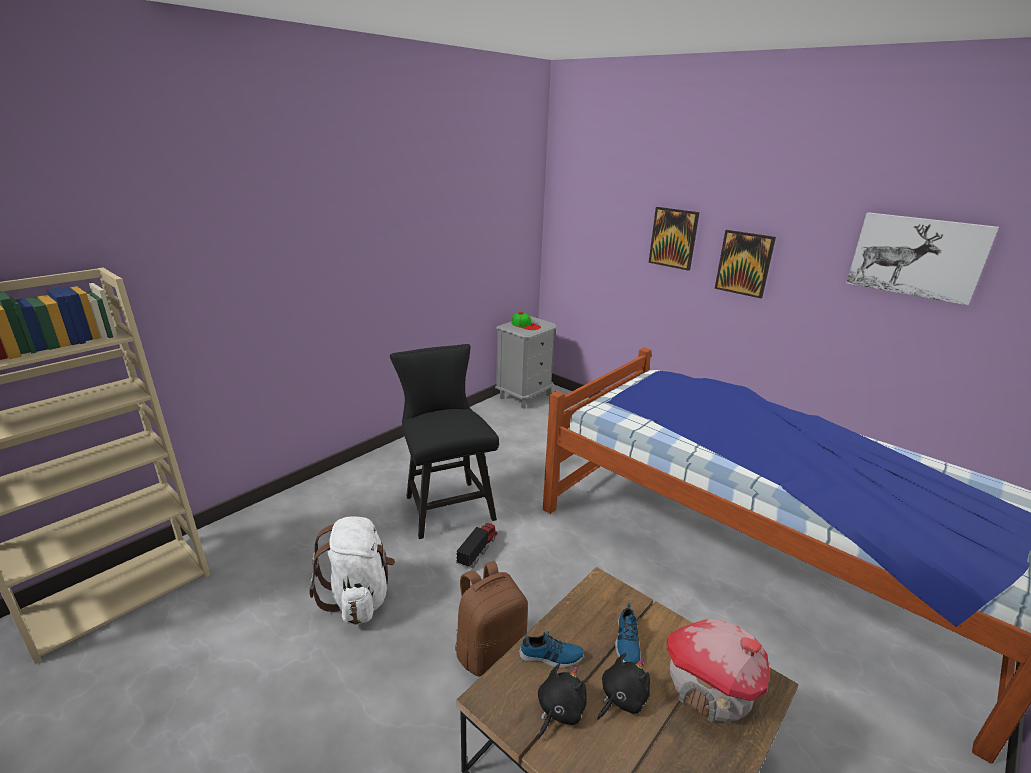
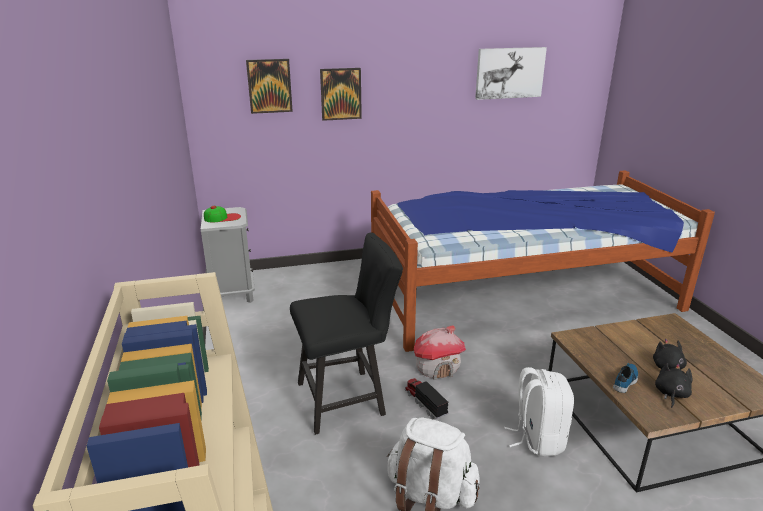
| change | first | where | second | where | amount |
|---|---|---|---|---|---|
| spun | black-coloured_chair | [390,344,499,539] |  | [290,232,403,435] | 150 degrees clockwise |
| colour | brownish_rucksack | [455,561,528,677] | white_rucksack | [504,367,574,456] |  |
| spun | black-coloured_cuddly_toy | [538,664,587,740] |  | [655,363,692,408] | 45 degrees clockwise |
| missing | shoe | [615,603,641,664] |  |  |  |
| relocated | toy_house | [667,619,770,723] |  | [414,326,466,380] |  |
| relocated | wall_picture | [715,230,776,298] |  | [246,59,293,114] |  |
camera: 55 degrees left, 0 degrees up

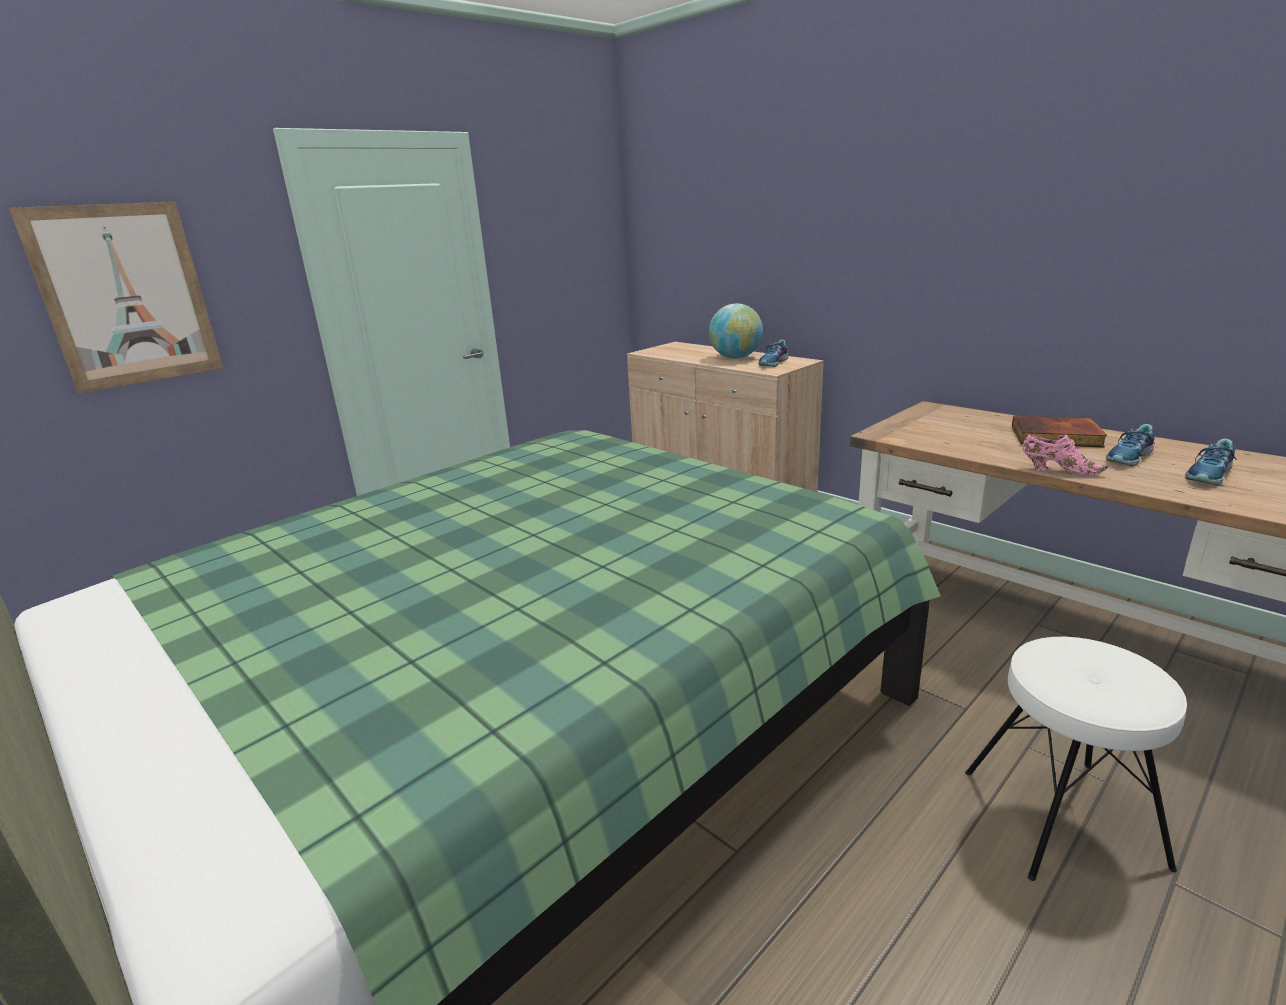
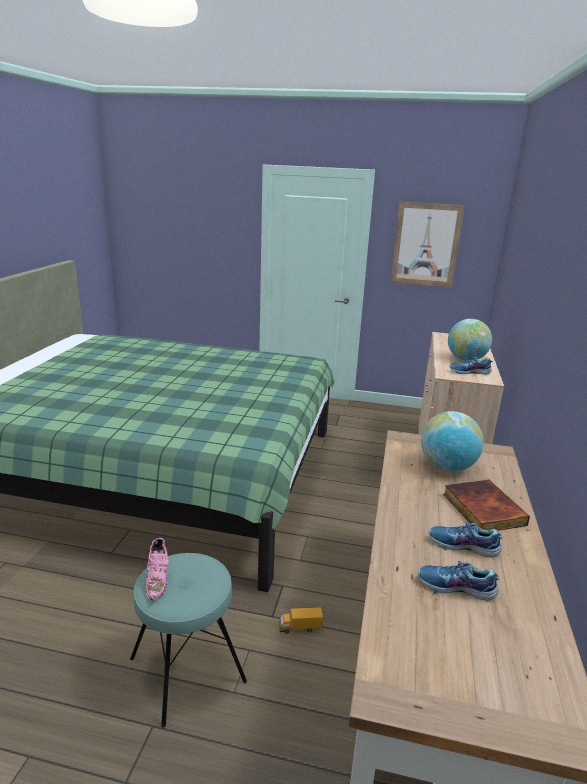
| change | first | where | second | where | amount |
|---|---|---|---|---|---|
| relocated | wall_picture | [9,202,223,394] |  | [391,202,465,288] |  |
| colour | white_sitting_stool | [965,637,1187,881] | blue-green_sitting_stool | [130,553,247,728] |  |
| relocated | pinkish_shoe | [1022,434,1108,476] |  | [145,538,169,601] |  |
| appeared |  |  | toy_lorry | [279,607,323,634] |  |
| appeared |  |  | globe | [421,411,484,472] |  |
camera: 55 degrees right, 0 degrees up

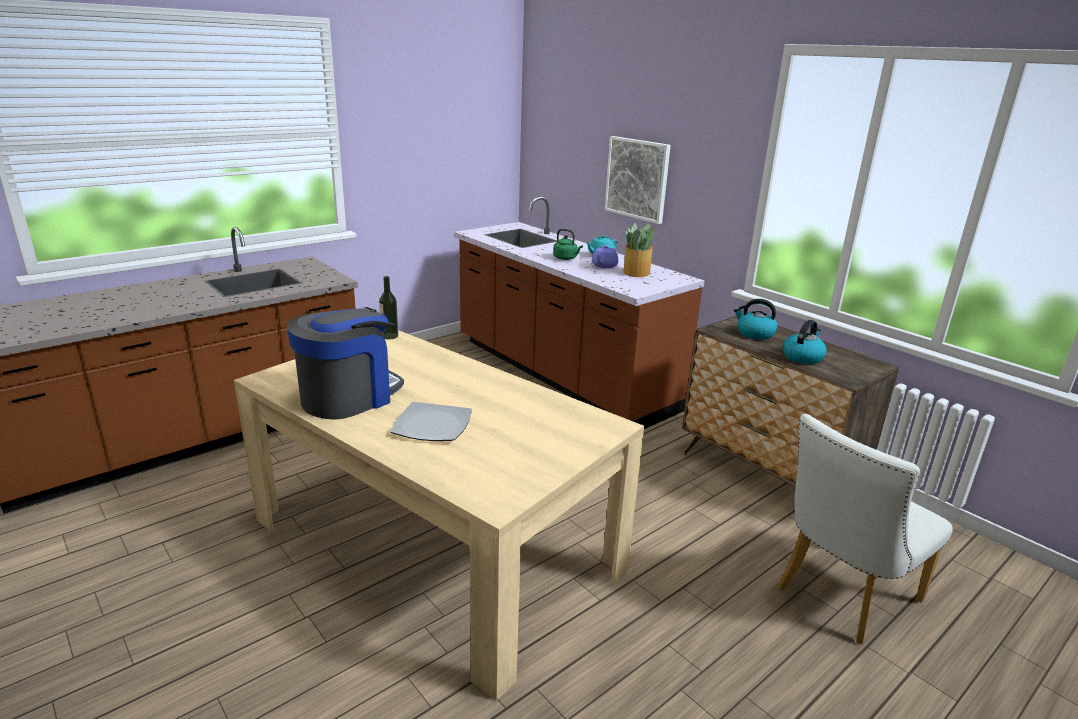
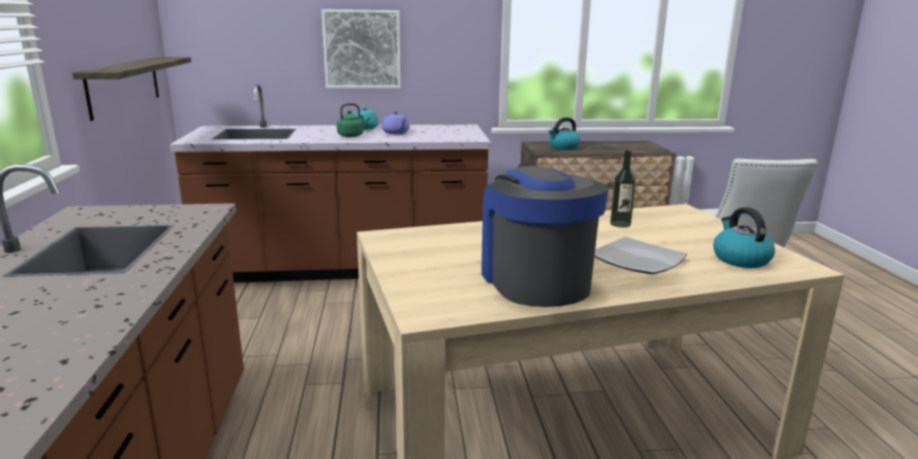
| change | first | where | second | where | amount |
|---|---|---|---|---|---|
| relocated | drink_bottle | [379,276,398,339] |  | [610,150,636,228] |  |
| missing | houseplant | [624,223,655,277] |  |  |  |
| relocated | tea_kettle | [783,320,827,364] |  | [713,207,775,268] |  |
| appeared |  |  | shelf | [72,57,191,121] |  |
camera: 55 degrees left, 5 degrees down

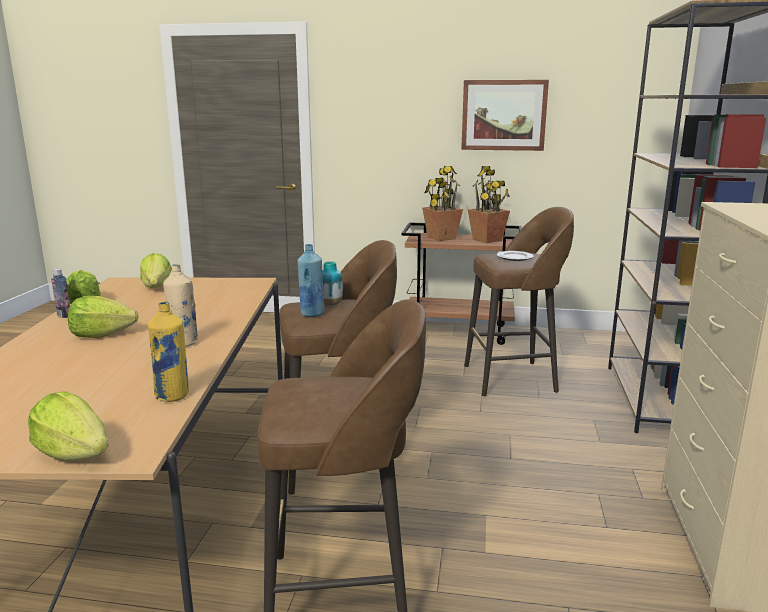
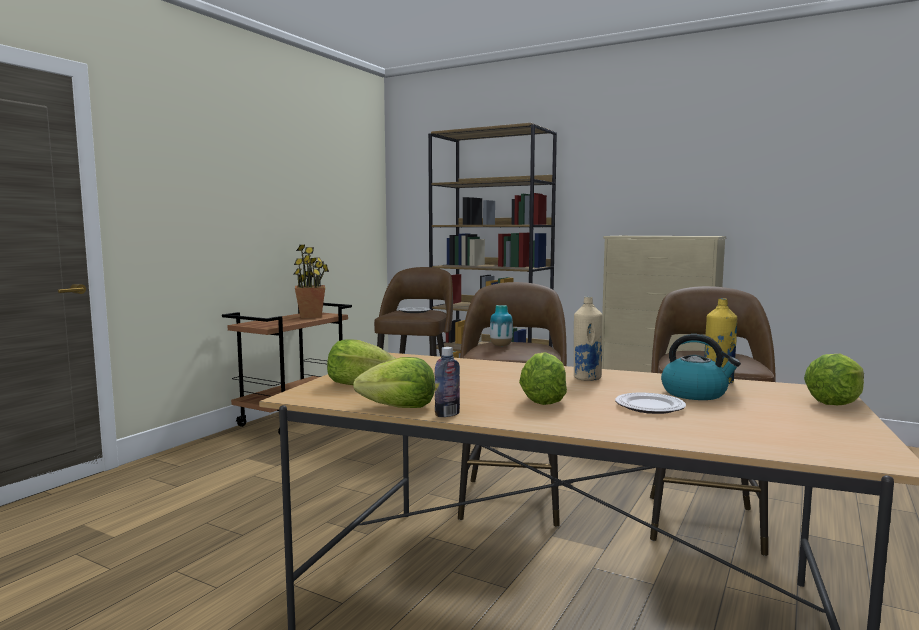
| change | first | where | second | where | amount |
|---|---|---|---|---|---|
| missing | bluish_drink_bottle | [297,244,324,317] |  |  |  |
| missing | houseplant | [422,166,463,241] |  |  |  |
| missing | wall_picture | [461,80,549,151] |  |  |  |
| appeared |  |  | flat_dish | [615,393,686,414] |  |
| appeared |  |  | tea_kettle | [661,334,741,400] |  |
camera: 70 degrees left, 10 degrees down

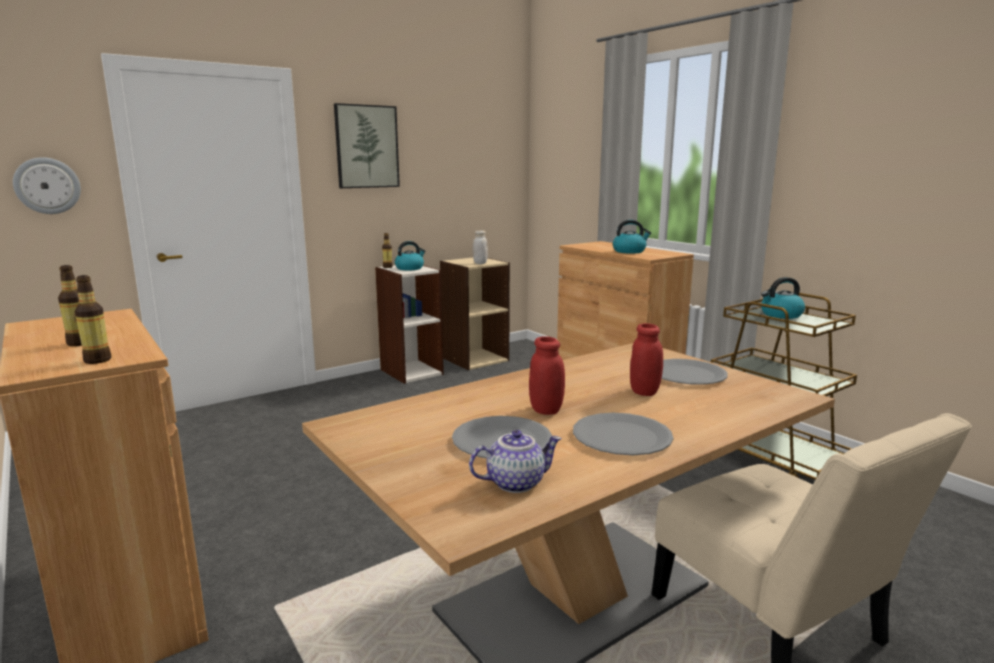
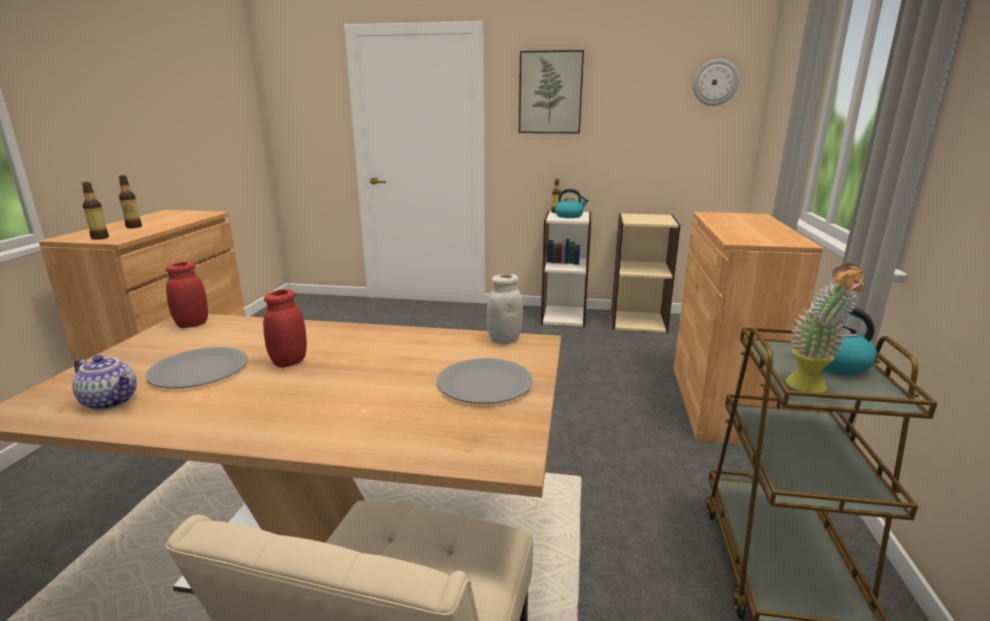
| change | first | where | second | where | amount |
|---|---|---|---|---|---|
| relocated | hanging_clock | [13,157,81,214] |  | [693,59,739,106] |  |
| relocated | white_storage_jar | [472,230,488,264] |  | [487,274,523,344] |  |
| missing | greyish_flat_dish | [573,413,673,455] |  |  |  |
| missing | tea_kettle | [613,220,651,254] |  |  |  |
| relocated | red_storage_jar | [630,323,663,396] |  | [166,262,208,328] |  |
| appeared |  |  | houseplant | [786,263,866,393] |  |
camera: 45 degrees right, 5 degrees up

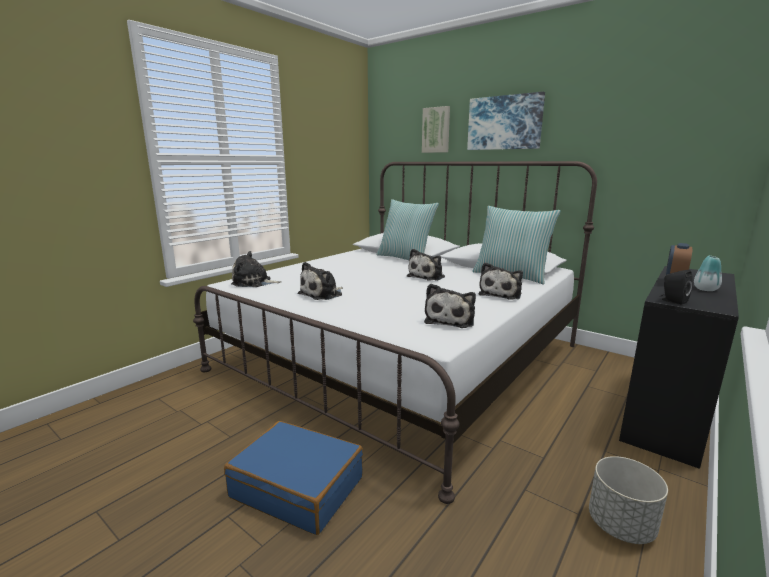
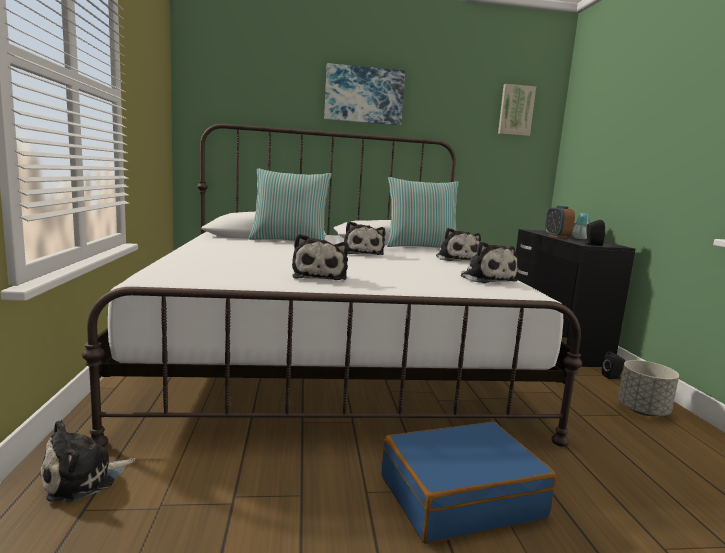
| change | first | where | second | where | amount |
|---|---|---|---|---|---|
| relocated | cuddly_toy | [231,251,281,287] |  | [40,420,136,502] |  |
| relocated | wall_picture | [422,106,450,153] |  | [498,84,536,136] |  |
| appeared |  |  | black-coloured_audio_speaker | [602,351,625,379] |  |
camera: 45 degrees left, 5 degrees down

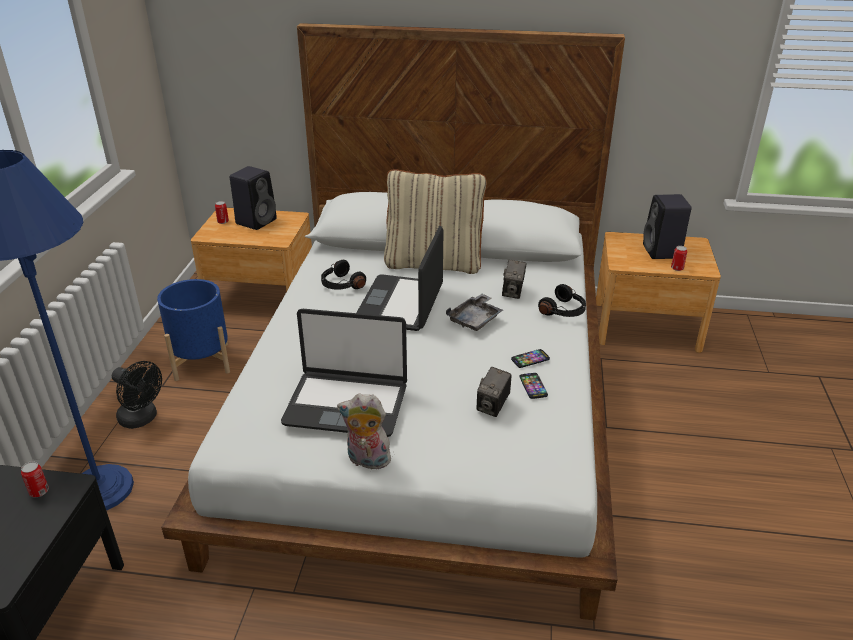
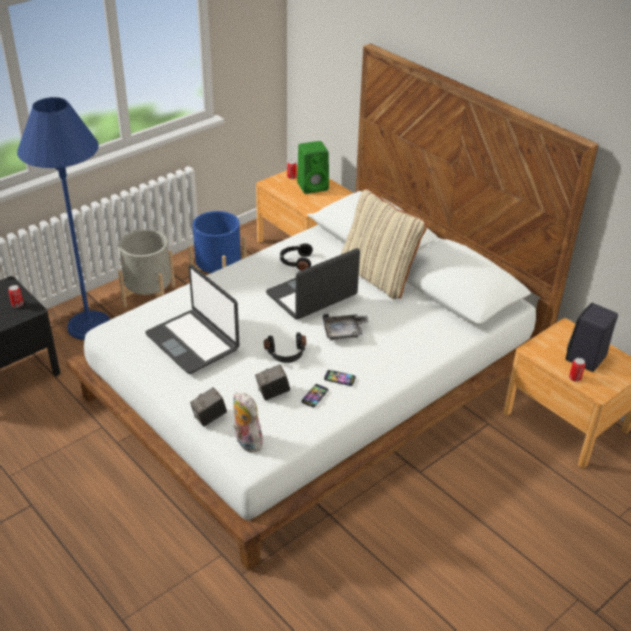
| change | first | where | second | where | amount |
|---|---|---|---|---|---|
| exchanged | black-coloured_fan | [112,361,162,429] | greyish_plant_pot | [118,230,175,307] |  |
| colour | black-coloured_audio_speaker | [230,166,277,230] | green-coloured_audio_speaker | [297,141,329,194] |  |
| relocated | cuddly_toy | [337,394,393,469] |  | [233,393,263,452] |  |
| relocated | still_camera | [502,260,527,299] |  | [190,387,227,427] |  |
| relocated | black-coloured_pair_of_headphones | [538,284,586,317] |  | [264,332,306,363] |  |
camera: 40 degrees right, 5 degrees up

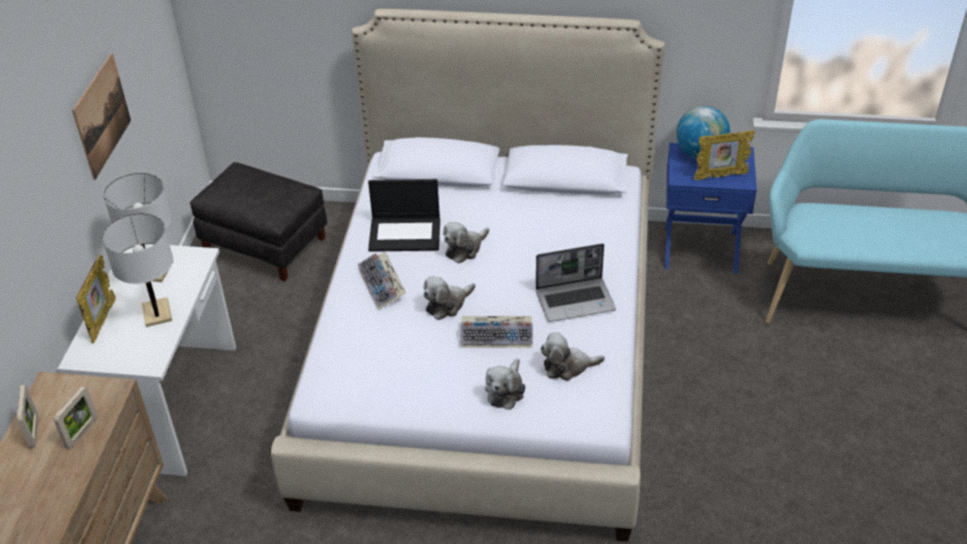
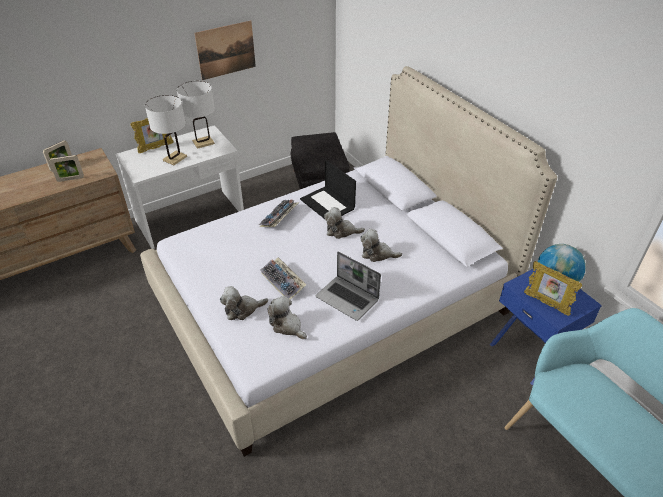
| change | first | where | second | where | amount |
|---|---|---|---|---|---|
| relocated | cuddly_toy | [423,276,475,320] |  | [361,229,402,262] |  |
camera: 50 degrees right, 0 degrees up

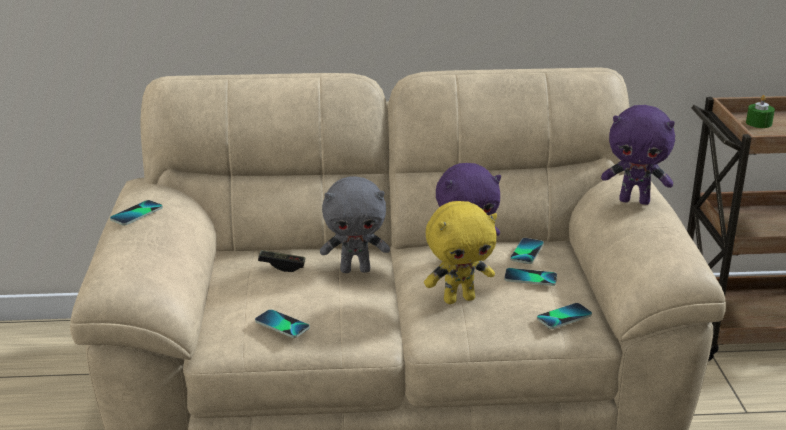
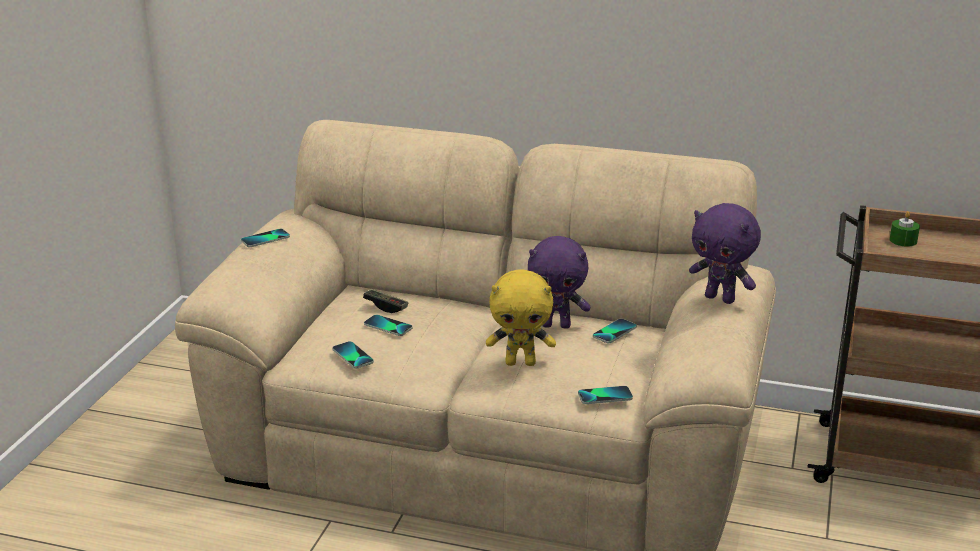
| change | first | where | second | where | amount |
|---|---|---|---|---|---|
| missing | greyish_cuddly_toy | [320,176,390,273] |  |  |  |
| relocated | phone | [504,268,557,286] |  | [364,315,413,336] |  |
camera: 20 degrees right, 0 degrees up

